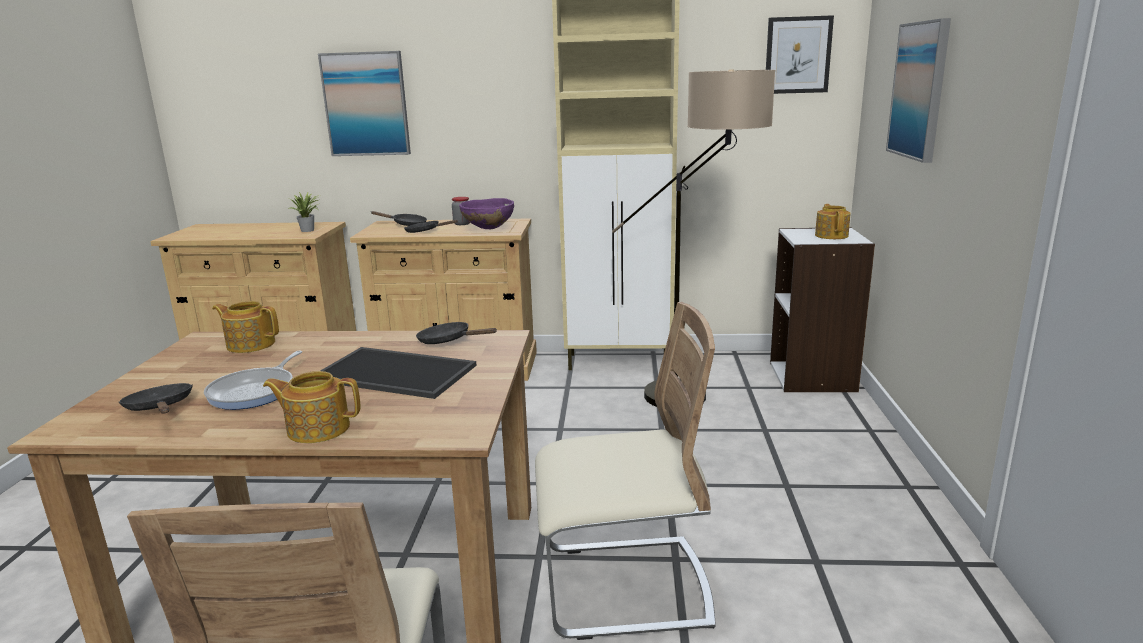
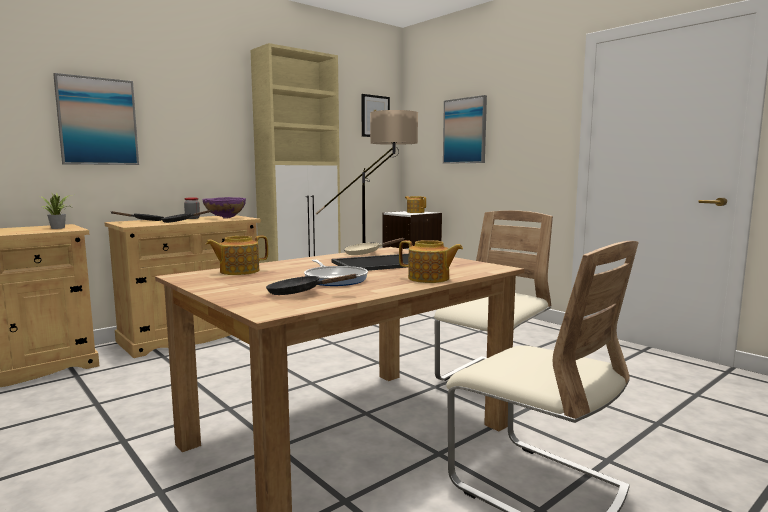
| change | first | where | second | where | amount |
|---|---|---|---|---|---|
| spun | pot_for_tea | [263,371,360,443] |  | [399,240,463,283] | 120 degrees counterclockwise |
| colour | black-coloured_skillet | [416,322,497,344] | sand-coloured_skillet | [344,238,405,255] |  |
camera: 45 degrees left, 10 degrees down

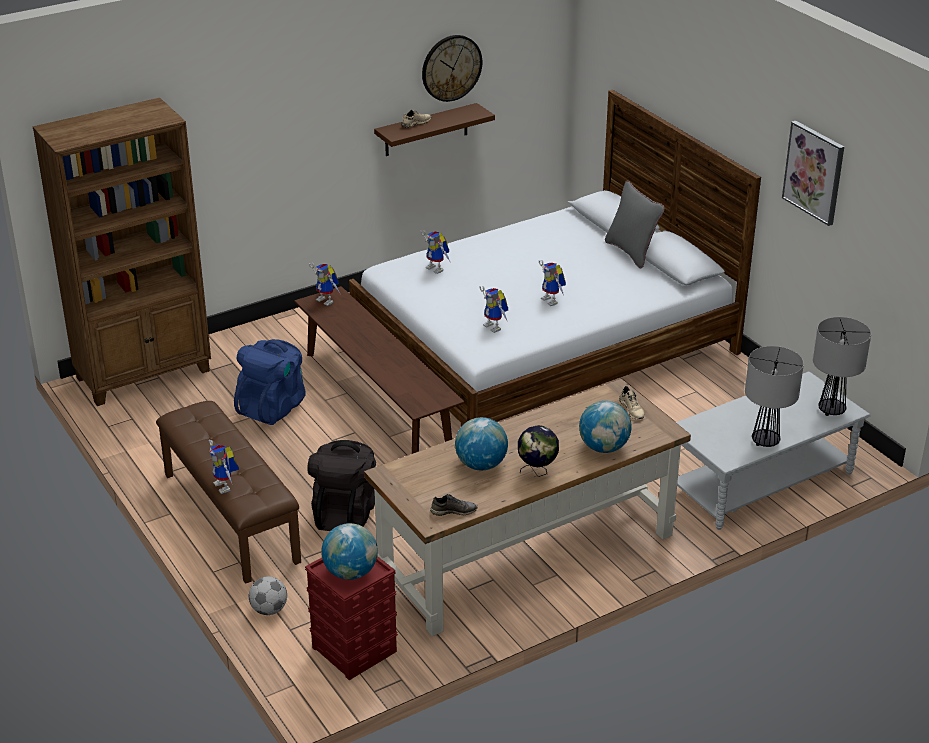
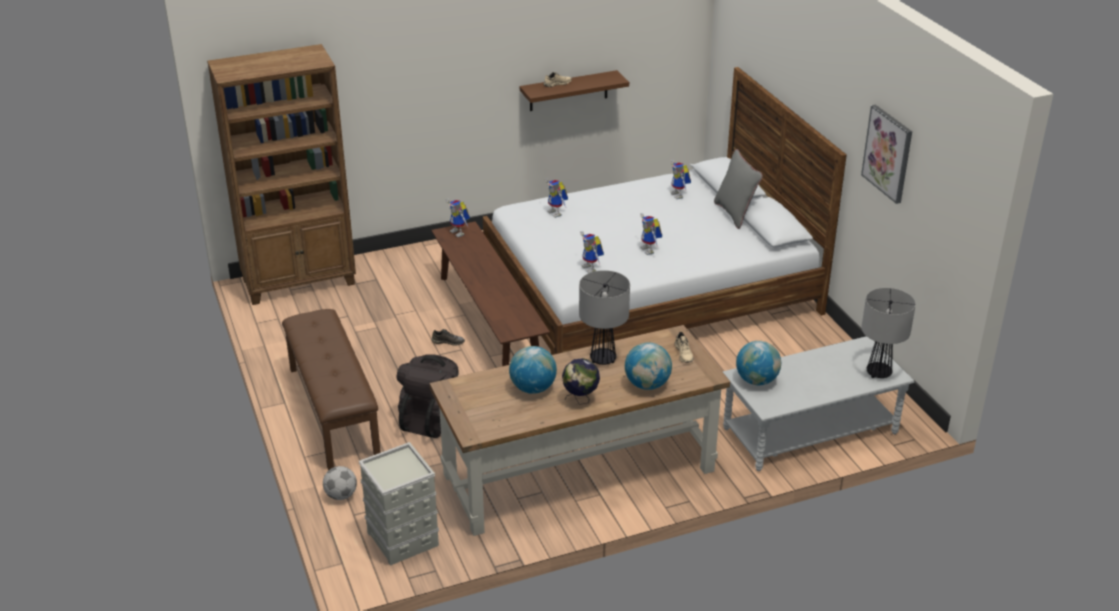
| change | first | where | second | where | amount |
|---|---|---|---|---|---|
| relocated | robot_figure | [209,440,239,494] |  | [670,160,691,199] |  |
| missing | bluish_rucksack | [234,339,306,425] |  |  |  |
| colour | red_storage_bin | [305,556,398,680] | greyish_storage_bin | [359,442,439,566] |  |
| relocated | globe | [321,523,378,580] |  | [736,341,781,385] |  |
| missing | hanging_clock | [422,35,482,102] |  |  |  |
| relocated | greyish_shoe | [430,494,477,516] |  | [431,329,465,346] |  |
| relocated | tabletop_lamp | [745,346,804,447] |  | [579,270,630,365] |  |
camera: 10 degrees right, 0 degrees up

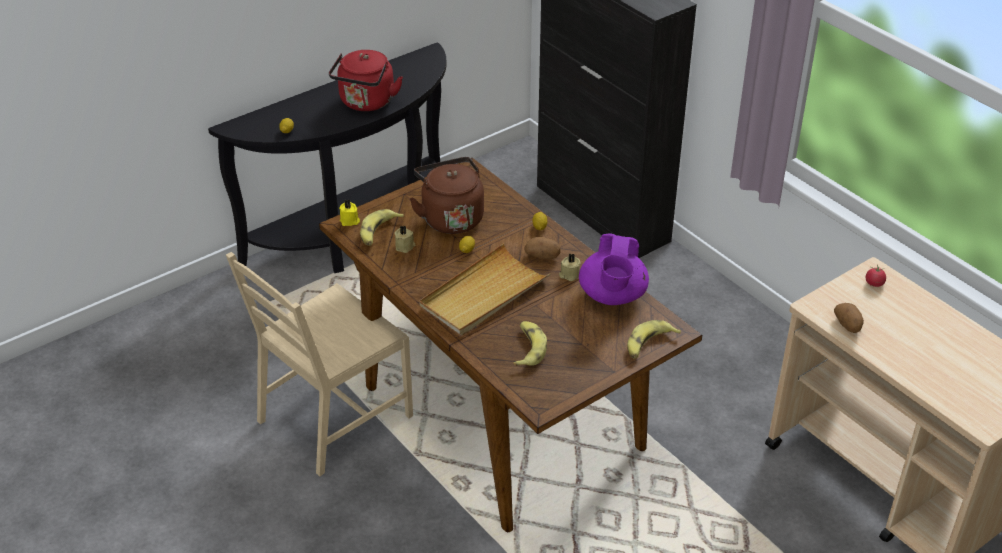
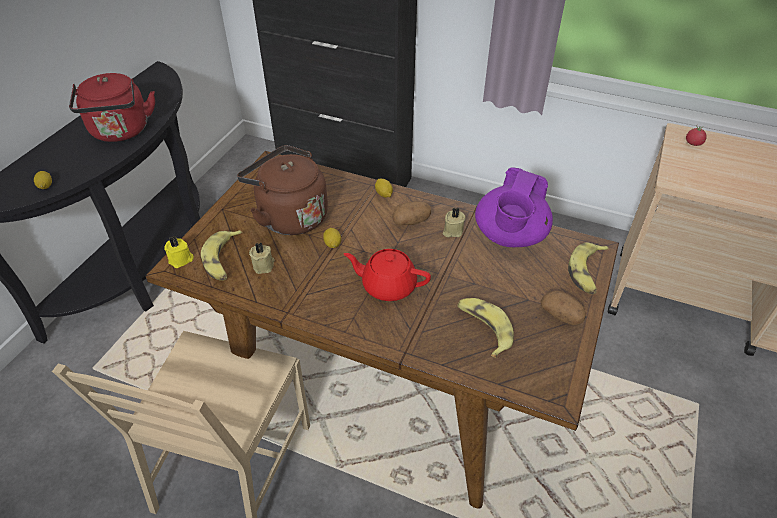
| change | first | where | second | where | amount |
|---|---|---|---|---|---|
| exchanged | sand-coloured_tray | [419,243,551,335] | red_pot_for_tea | [344,249,431,301] |  |
| spun | purplish_pot_for_tea | [579,233,649,305] |  | [475,167,553,247] | 45 degrees clockwise |
| relocated | whole_potato | [834,303,864,333] |  | [541,291,586,325] |  |
camera: 30 degrees left, 5 degrees up

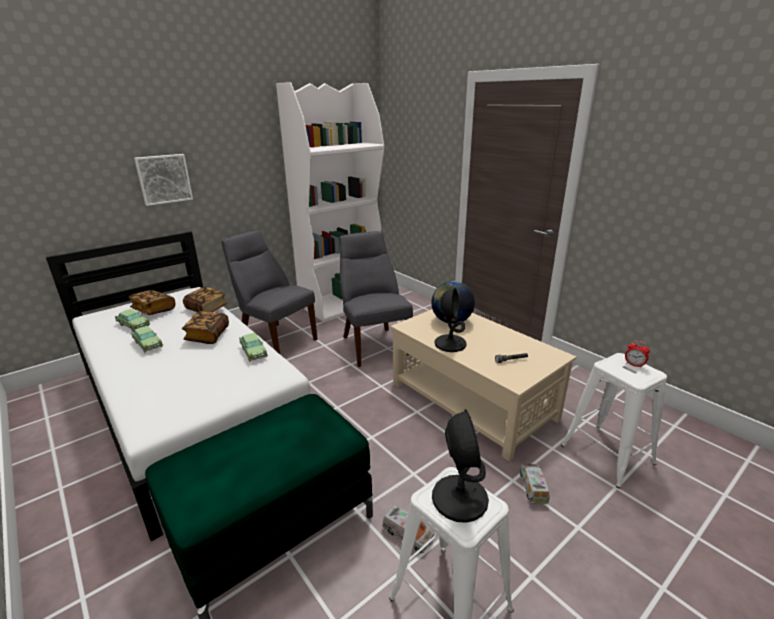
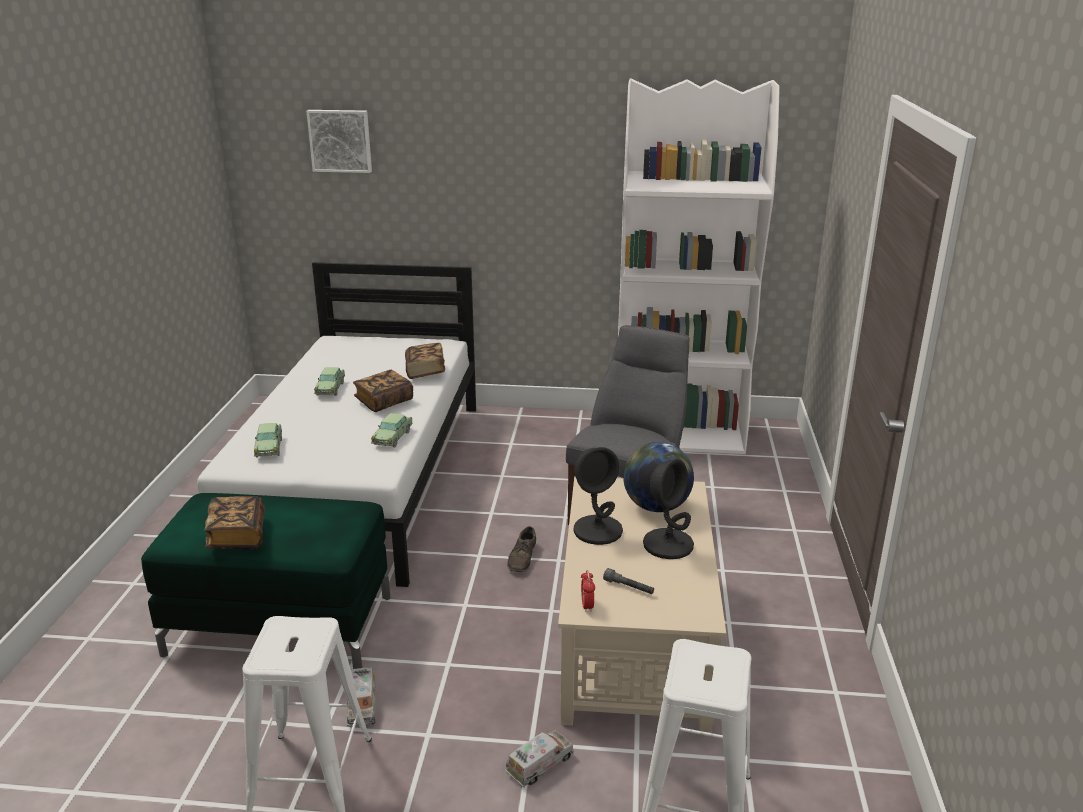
| change | first | where | second | where | amount |
|---|---|---|---|---|---|
| relocated | model_car | [115,309,150,332] |  | [254,423,282,458] |  |
| relocated | bound_book | [129,290,175,315] |  | [205,496,265,550] |  |
| relocated | wall_picture | [134,154,193,206] |  | [306,110,372,173] |  |
| missing | greyish_chair | [222,230,317,354] |  |  |  |
| relocated | black-coloured_tabletop_lamp | [432,409,489,523] |  | [643,459,694,559] |  |
| relocated | bedside_clock | [625,341,650,368] |  | [581,570,595,612] |  |
| appeared |  |  | brownish_shoe | [507,526,536,572] |  |
camera: 45 degrees right, 0 degrees up

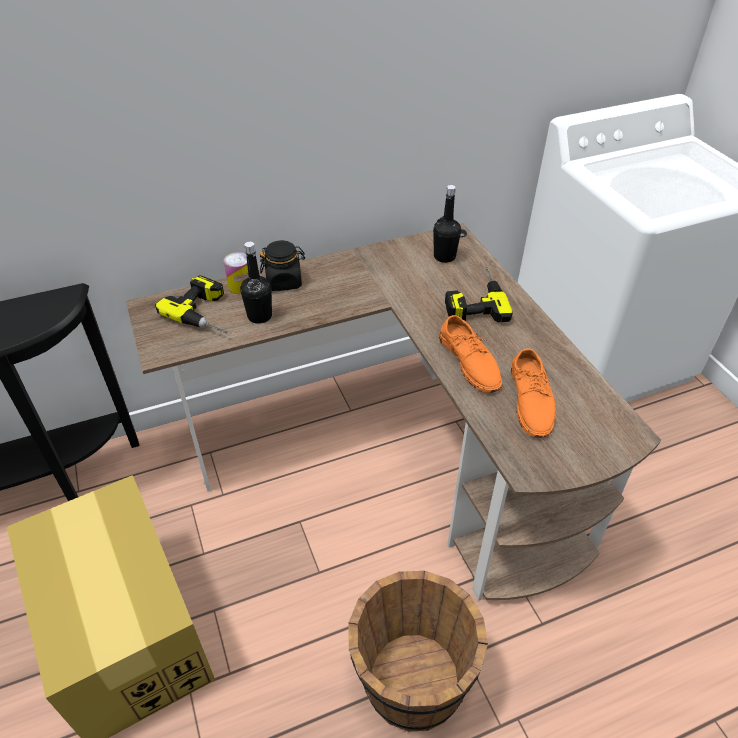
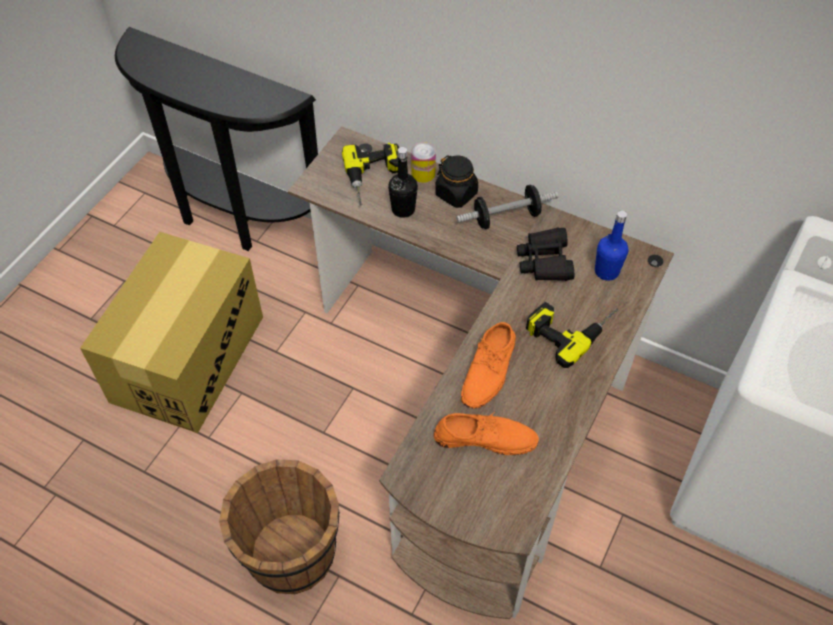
| change | first | where | second | where | amount |
|---|---|---|---|---|---|
| colour | black-coloured_drink_bottle | [433,185,461,263] | bluish_drink_bottle | [595,210,629,281] |  |
| spun | orange_shoe | [511,348,556,438] |  | [434,412,539,455] | 135 degrees counterclockwise |
| appeared |  |  | free_weight | [456,185,558,229] |  |
| appeared |  |  | black-coloured_pair_of_binoculars | [517,228,574,281] |  |
camera: 50 degrees right, 10 degrees up

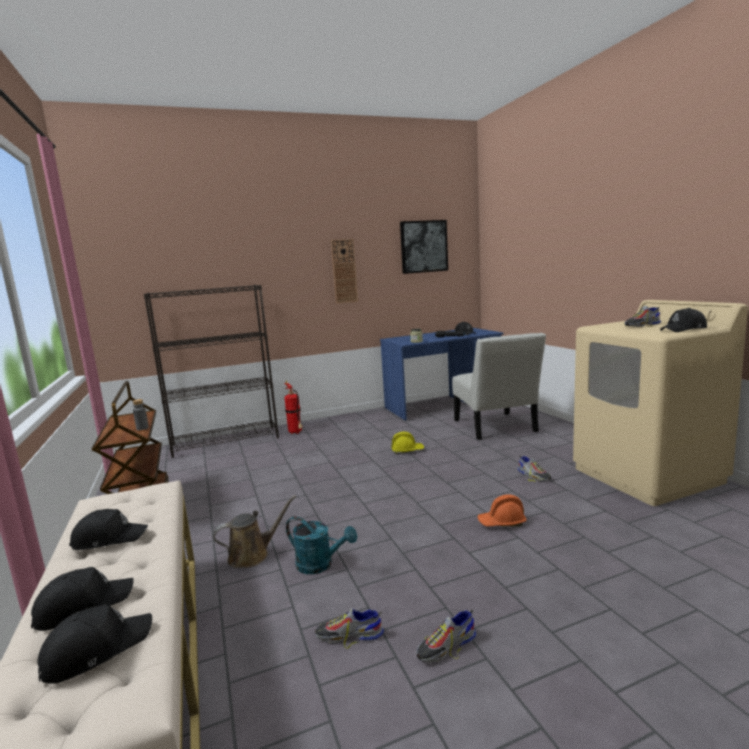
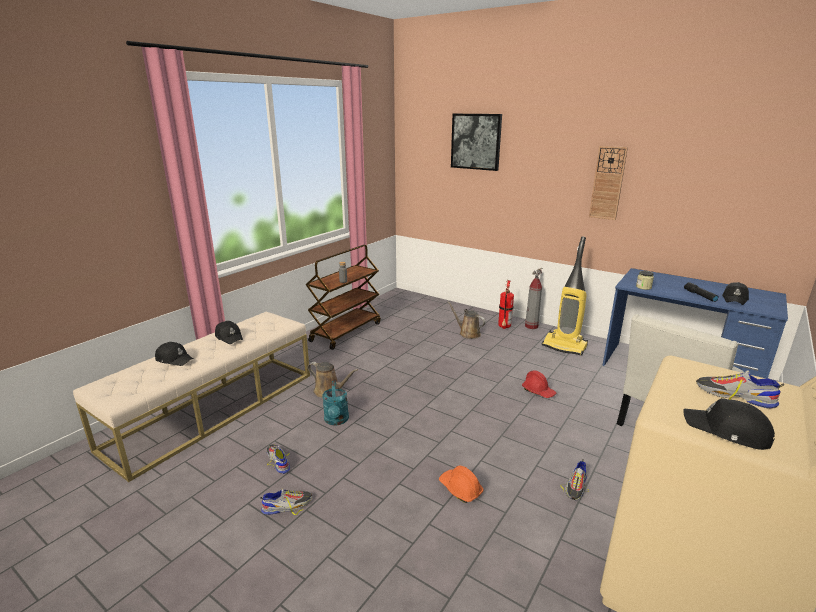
| change | first | where | second | where | amount |
|---|---|---|---|---|---|
| missing | black-coloured_peaked_cap | [37,604,152,684] |  |  |  |
| missing | black-coloured_bookshelf | [144,285,279,458] |  |  |  |
| colour | yellow_hard_hat | [392,432,424,454] | red_hard_hat | [522,370,557,398] |  |
| relocated | wall_picture | [400,220,448,274] |  | [451,114,502,171] |  |
| spun | shoe | [416,609,476,663] |  | [260,489,312,515] | 135 degrees clockwise |
| appeared |  |  | brownish_watering_can | [447,301,486,339] |  |
| appeared |  |  | fire-fighting_cylinder | [525,268,542,329] |  |
| appeared |  |  | vacuum | [542,237,588,356] |  |
camera: 55 degrees right, 10 degrees up

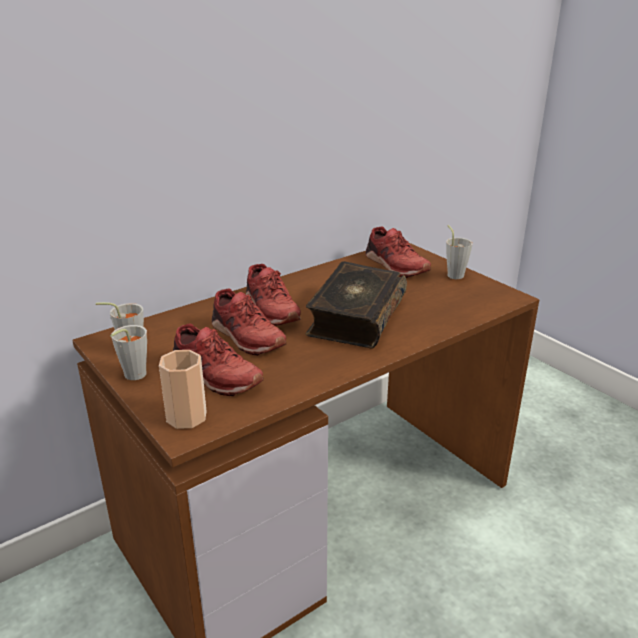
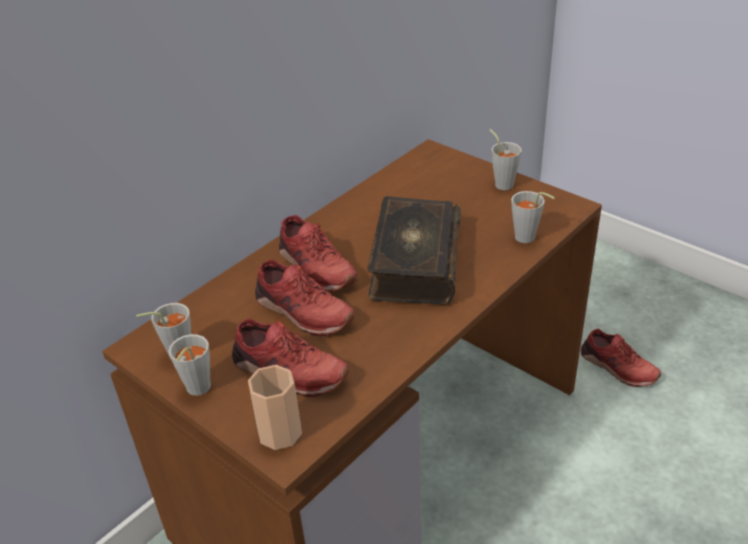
| change | first | where | second | where | amount |
|---|---|---|---|---|---|
| relocated | red_shoe | [365,226,431,278] |  | [581,329,661,387] |  |
| appeared |  |  | greyish_drinking_cup | [511,191,555,243] |  |
camera: 10 degrees left, 10 degrees up

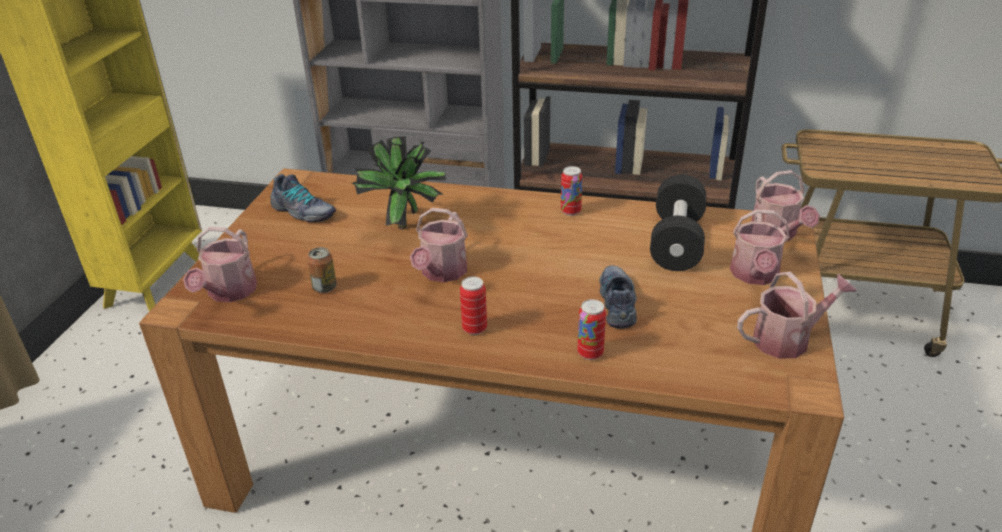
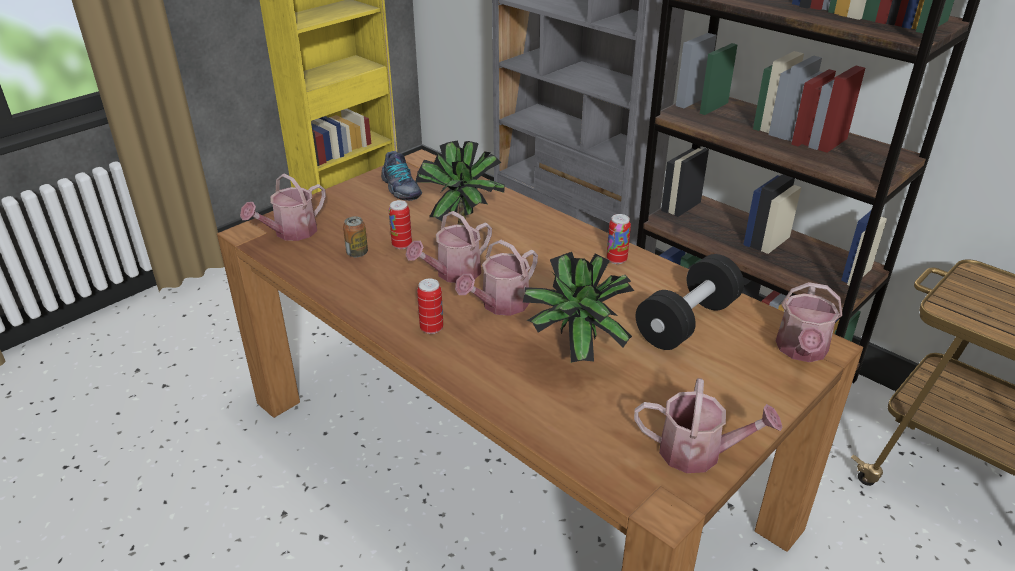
| change | first | where | second | where | amount |
|---|---|---|---|---|---|
| relocated | sealed_can | [578,299,606,360] |  | [389,200,412,249] |  |
| exchanged | shoe | [599,265,637,329] | houseplant | [523,252,634,363] |  |
| relocated | watering_can | [730,209,790,285] |  | [455,240,538,316] |  |
camera: 30 degrees right, 0 degrees up

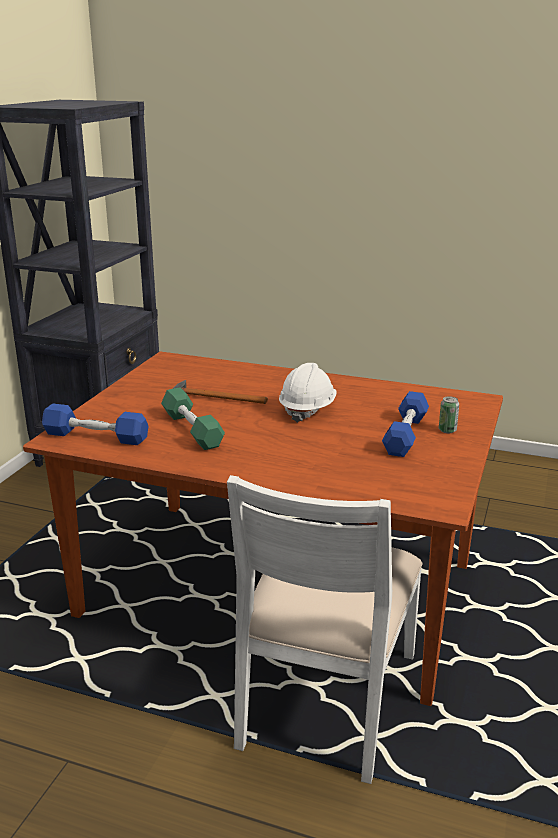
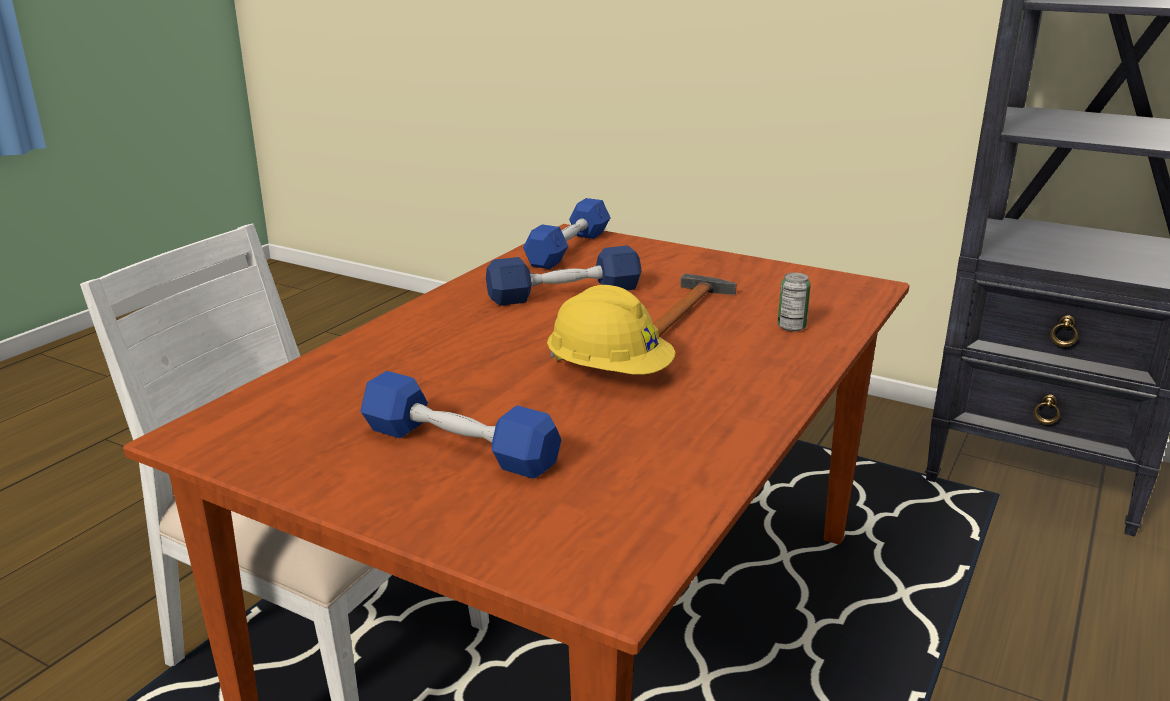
| change | first | where | second | where | amount |
|---|---|---|---|---|---|
| colour | green-coloured_free_weight | [161,387,225,450] | bluish_free_weight | [486,245,642,306] |  |
| colour | white_hard_hat | [279,363,336,423] | yellow_hard_hat | [547,285,675,375] |  |
| relocated | sealed_can | [439,396,459,433] |  | [777,272,811,332] |  |
camera: 100 degrees right, 0 degrees up

